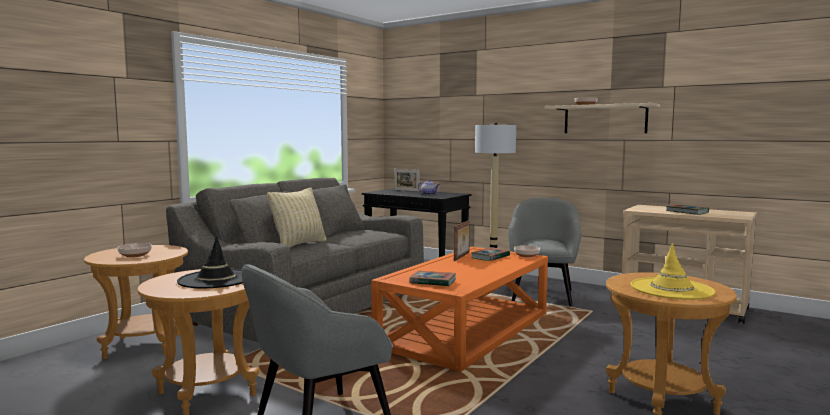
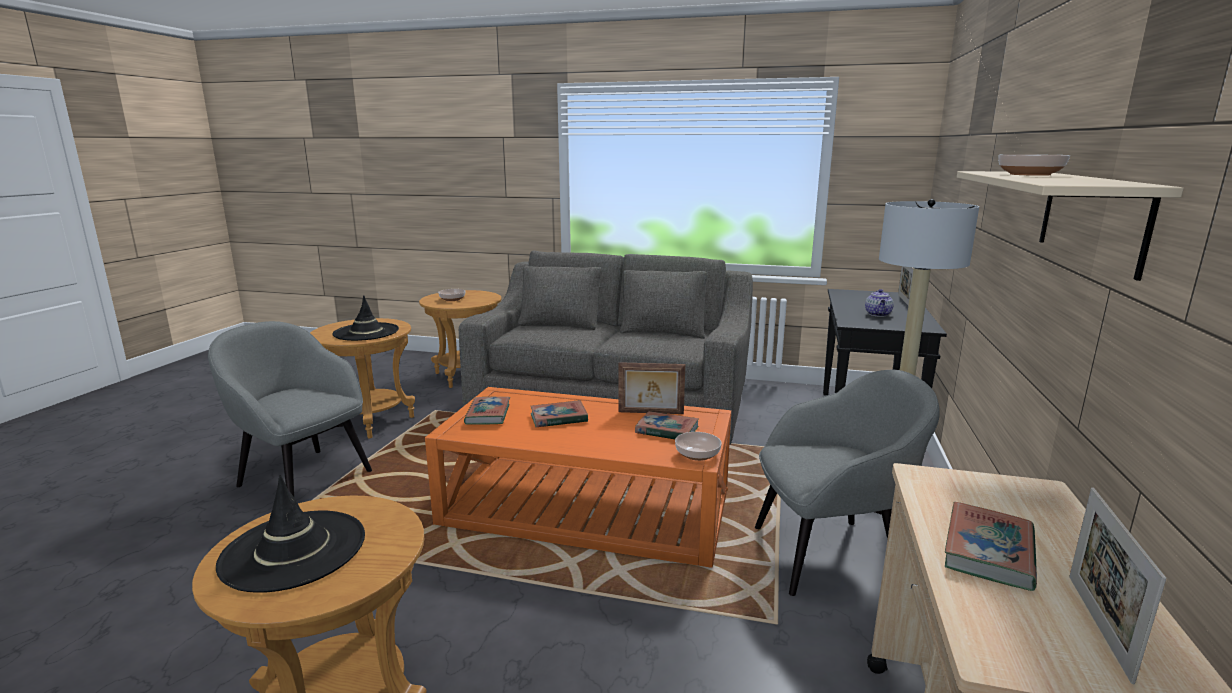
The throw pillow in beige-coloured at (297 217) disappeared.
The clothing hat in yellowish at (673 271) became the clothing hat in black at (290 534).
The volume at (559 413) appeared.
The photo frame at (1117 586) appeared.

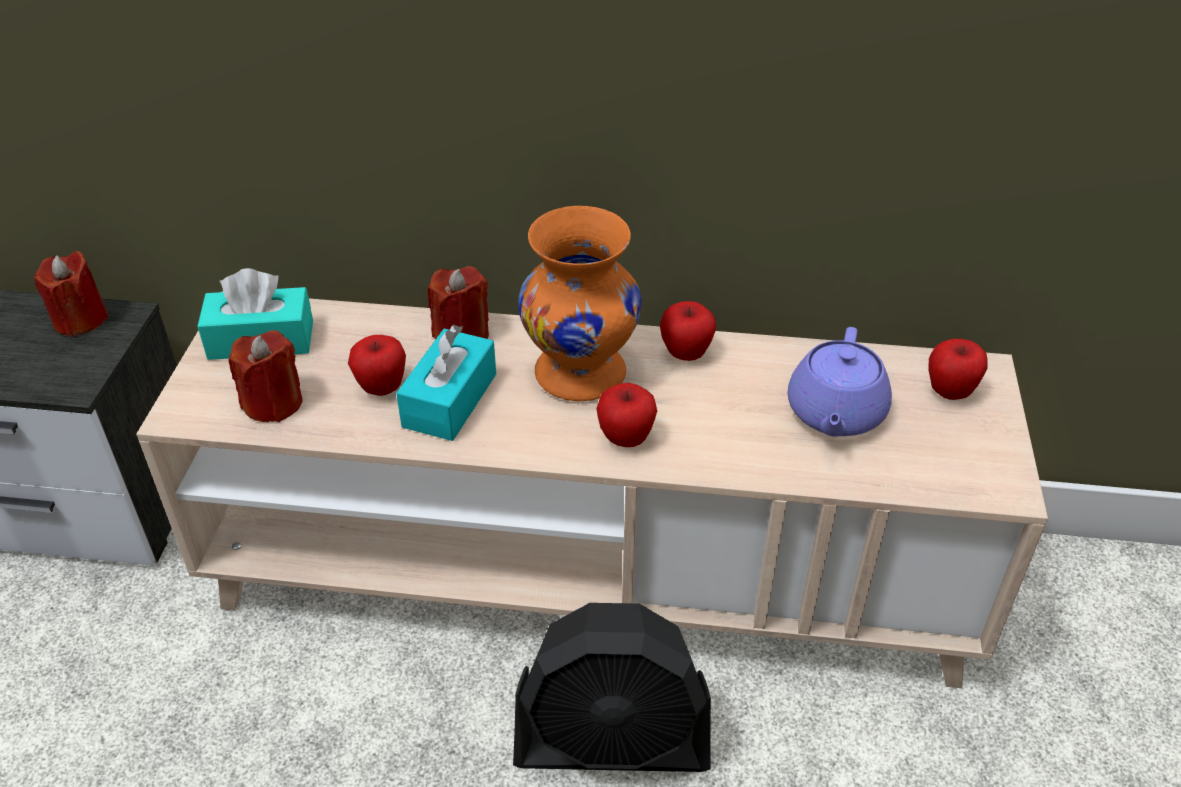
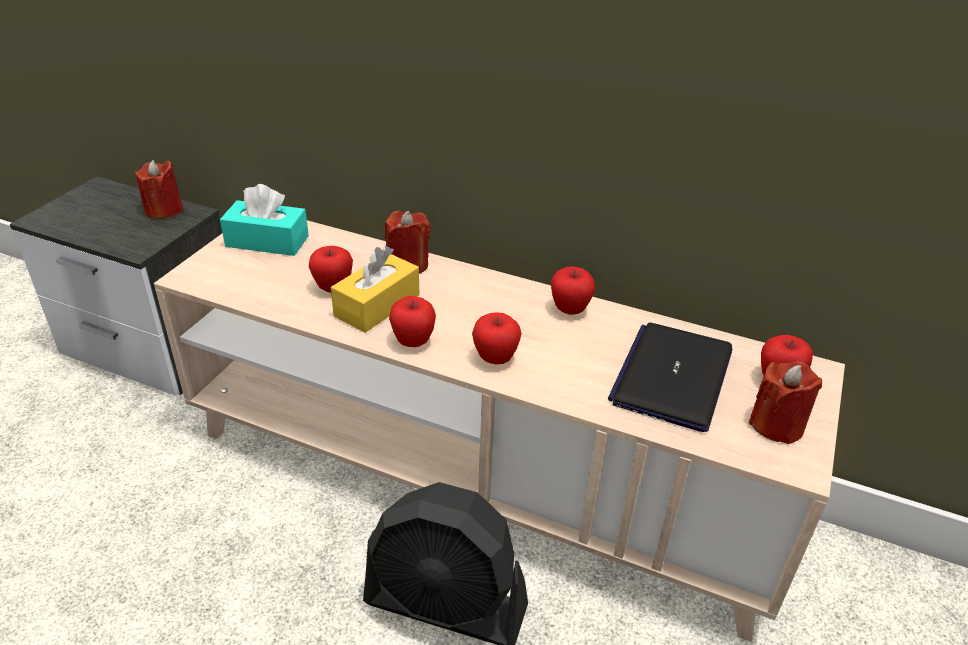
The vase in orangey at (580 303) disappeared.
The tissue holder in turquoise-coloured at (446 383) became the tissue holder in yellowish at (375 289).
The pot for tea in purple at (840 382) was replaced by the portable computer at (670 377).
The wax light in red moved from (265 376) to (785 403).
The whole apple at (412 321) appeared.

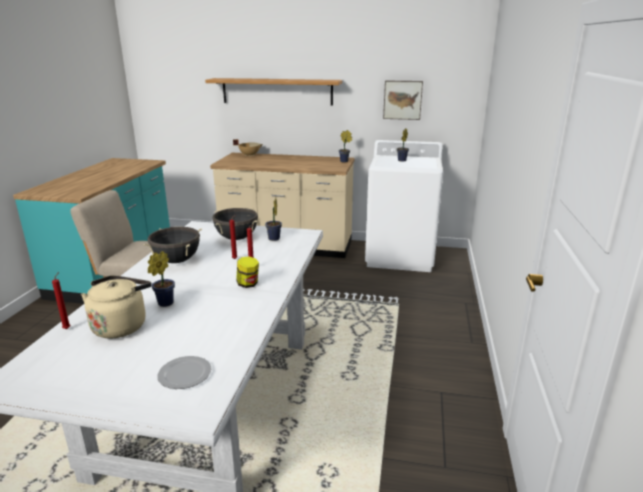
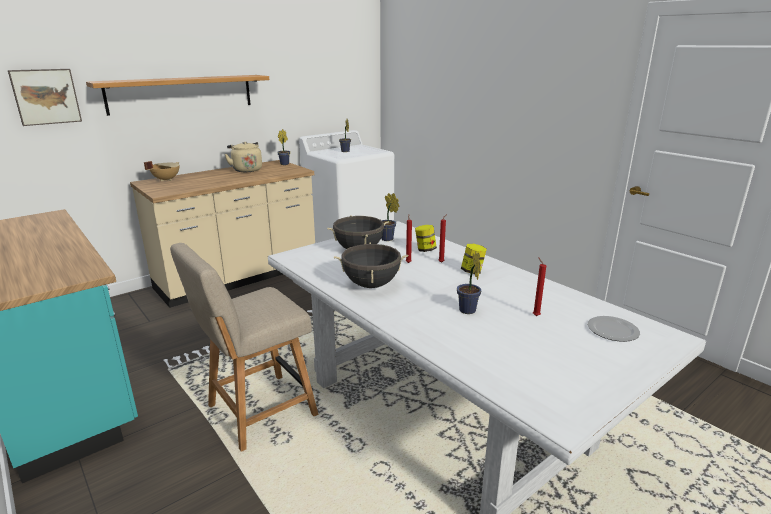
The wall art moved from (403 100) to (45 97).
The wax light in red moved from (61 300) to (539 286).
The water kettle in beige-coloured moved from (116 306) to (243 156).
The jar at (426 238) appeared.

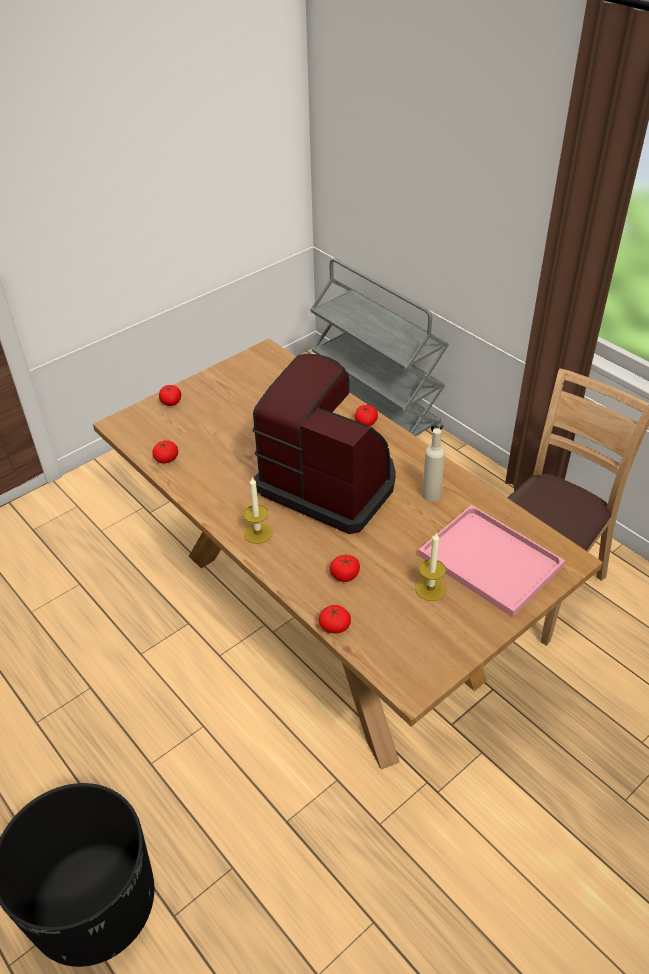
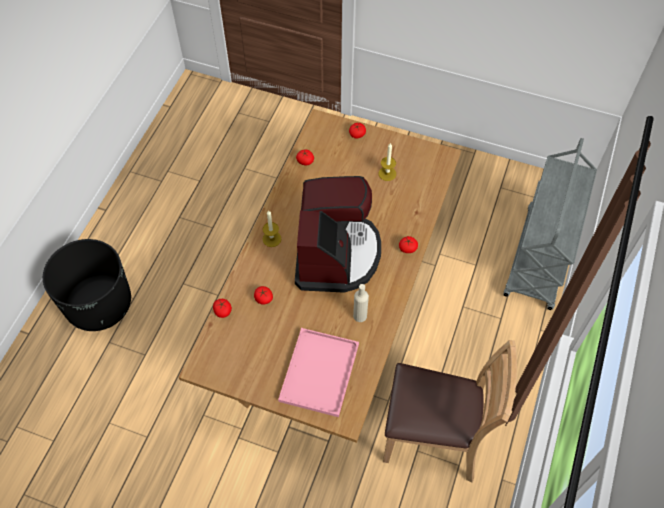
The wax light moved from (430 566) to (387 162).

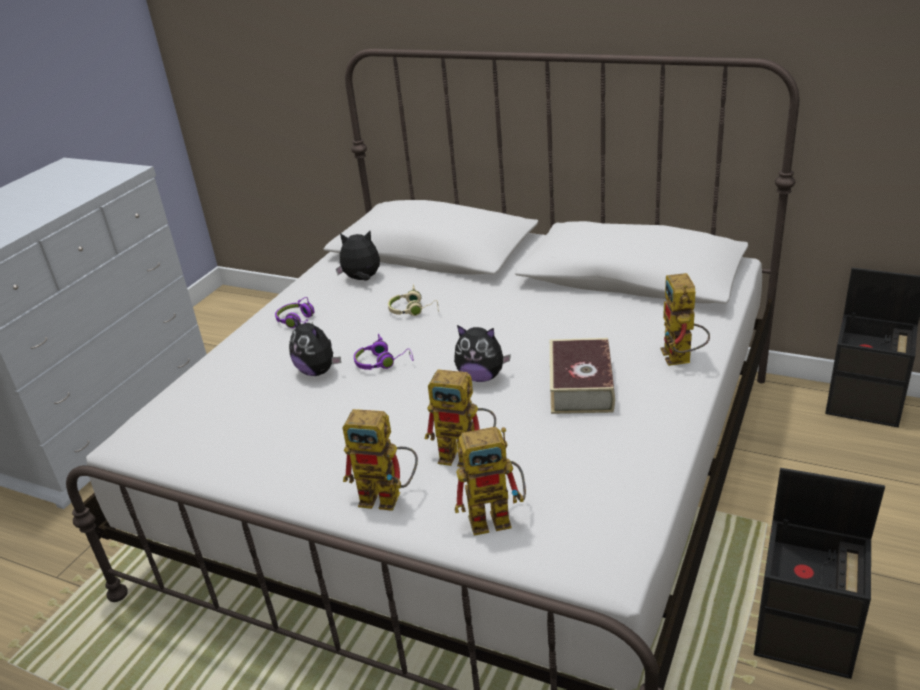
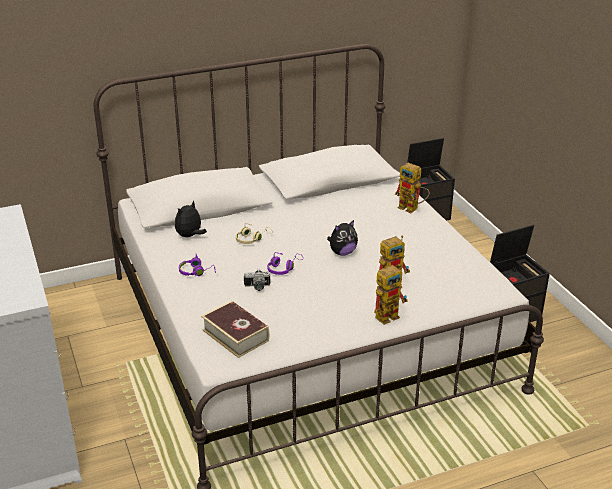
The cuddly toy at (315 346) was replaced by the still camera at (257 280).
The volume moved from (582 376) to (235 329).
The toy robot at (490 481) disappeared.

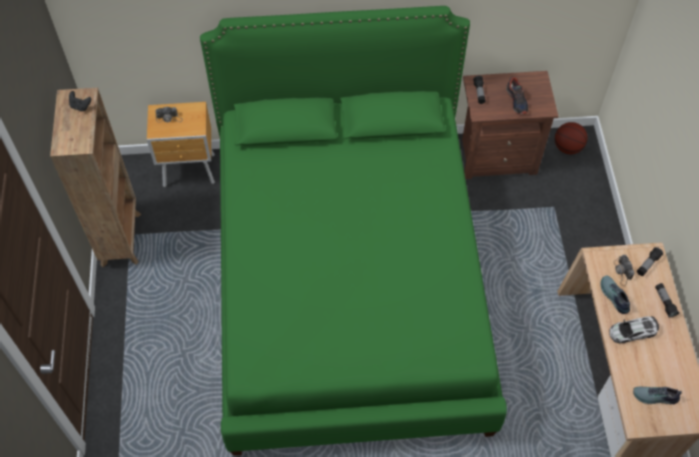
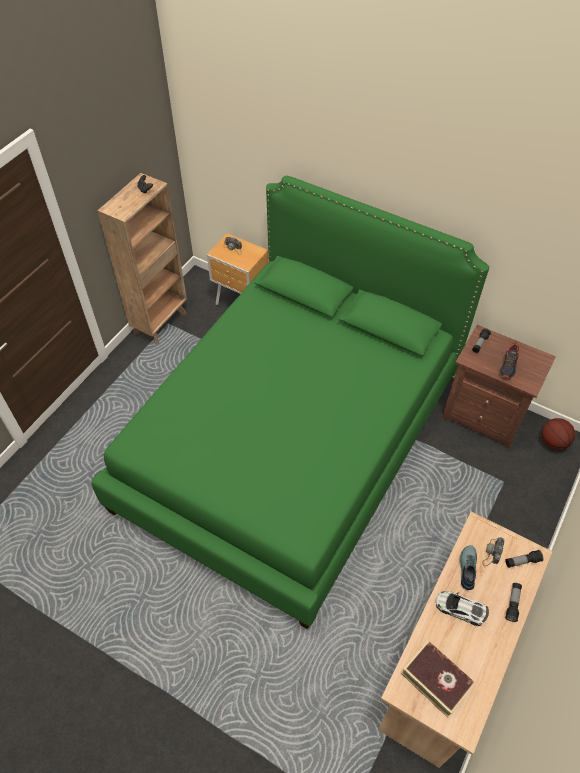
The item of footwear at (657 395) was replaced by the volume at (438 679).

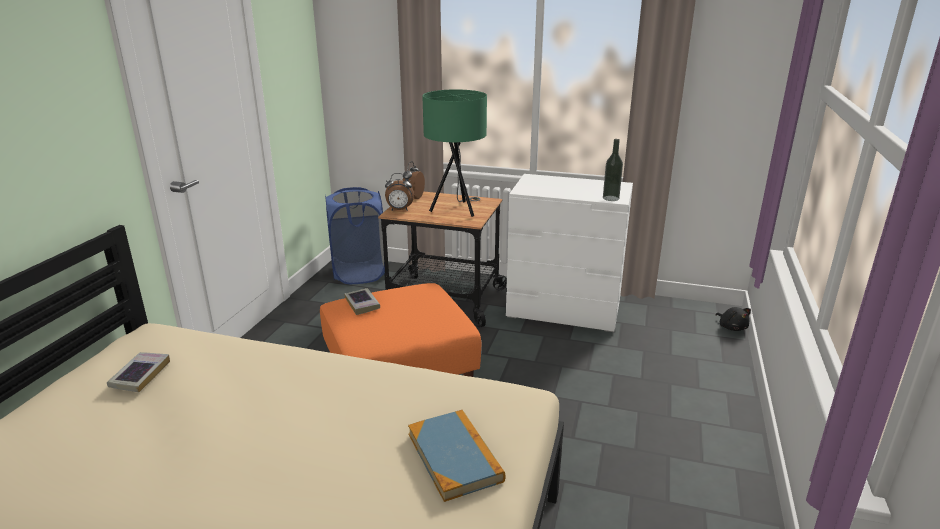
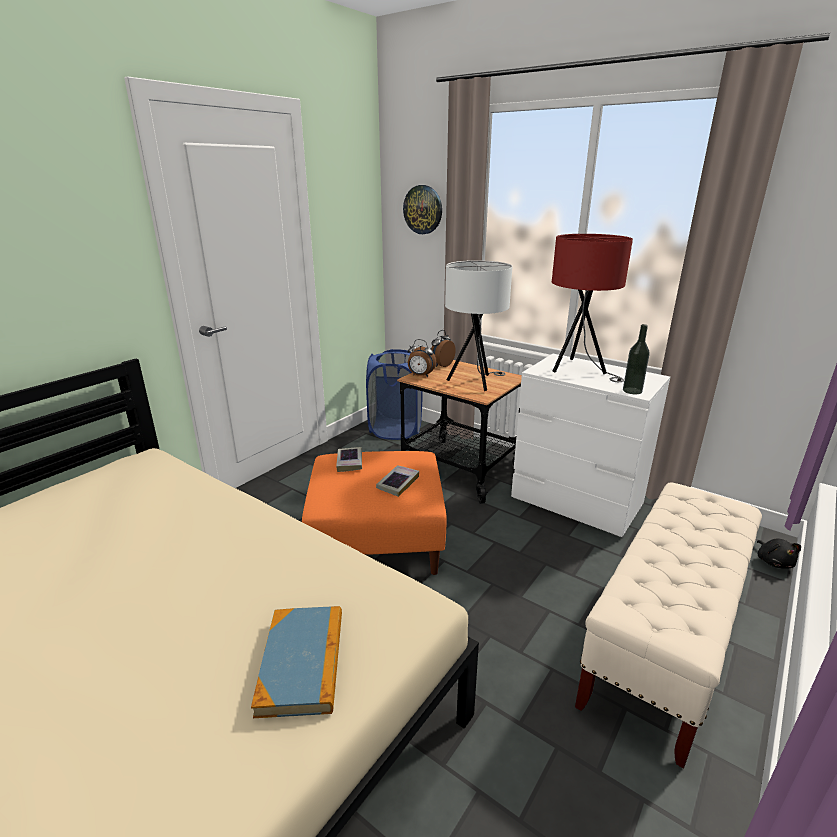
The tabletop lamp in green-coloured at (454 153) became the tabletop lamp in whitish at (478 325).
The volume moved from (138 372) to (397 481).
The wall clock at (422 209) appeared.
The tabletop lamp in red at (592 308) appeared.
The bench in beige-coloured at (668 625) appeared.

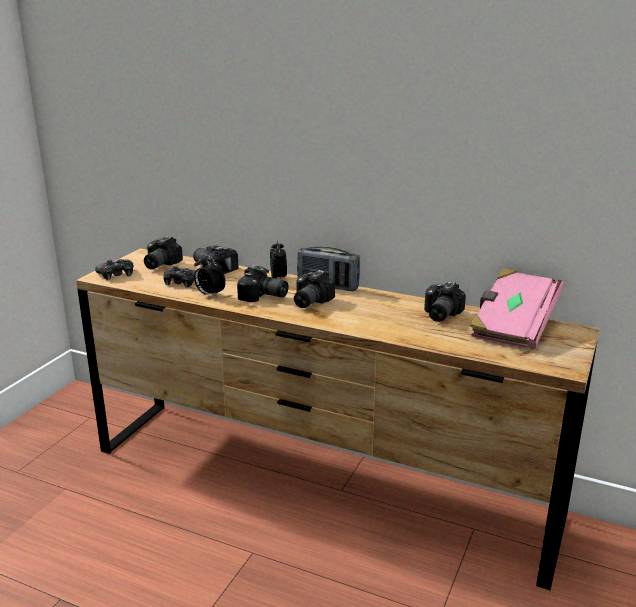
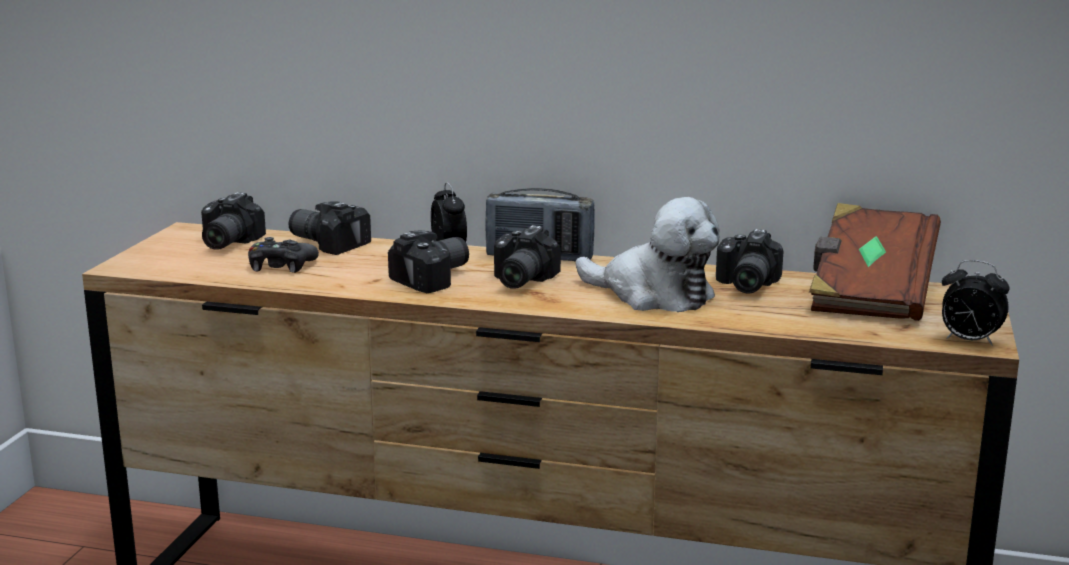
The bedside clock moved from (210 275) to (976 303).
The game controller in black at (114 269) disappeared.
The still camera at (263 283) turned 60 degrees counterclockwise.
The volume in pink at (517 308) became the volume in brown-coloured at (875 262).
The cuddly toy at (648 254) appeared.

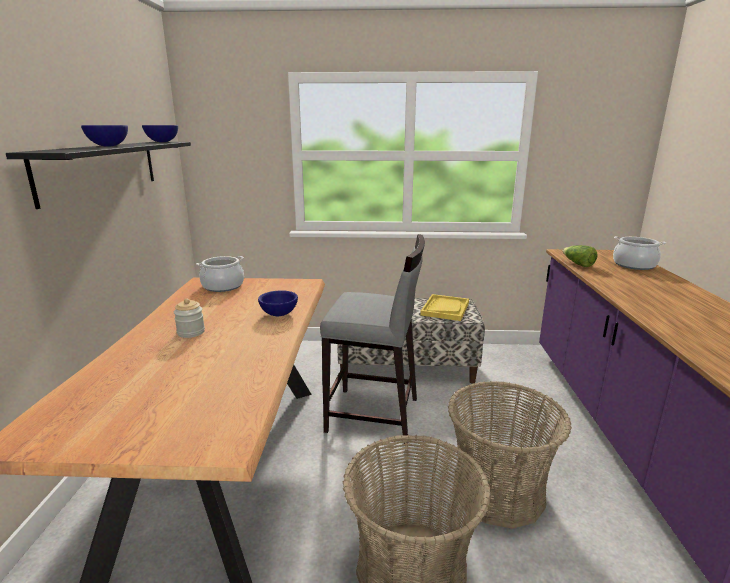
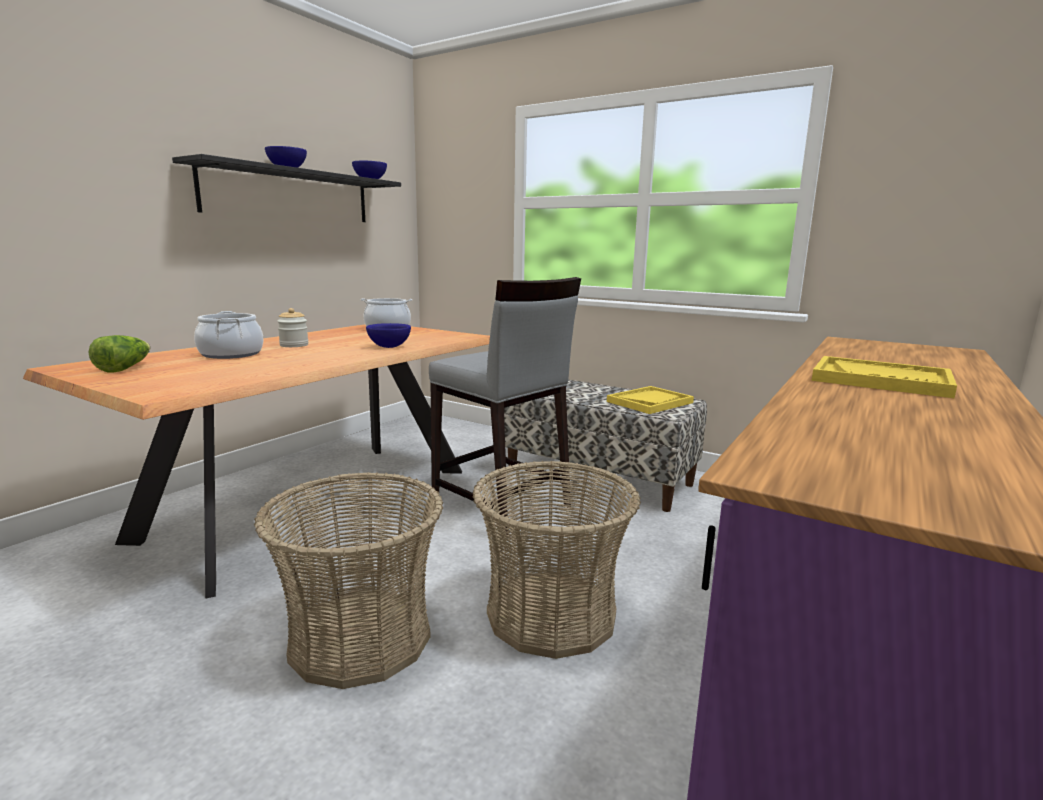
The cooking pot moved from (639 253) to (228 335).
The head of lettuce moved from (580 256) to (119 354).
The carrying tray in yellowish at (884 377) appeared.

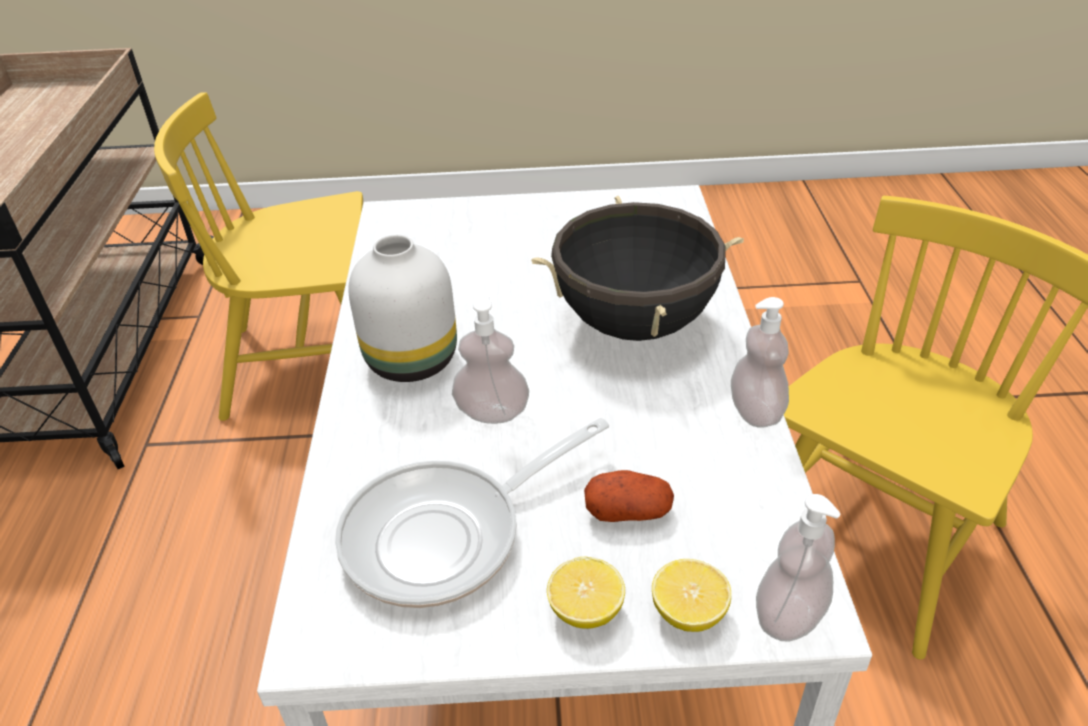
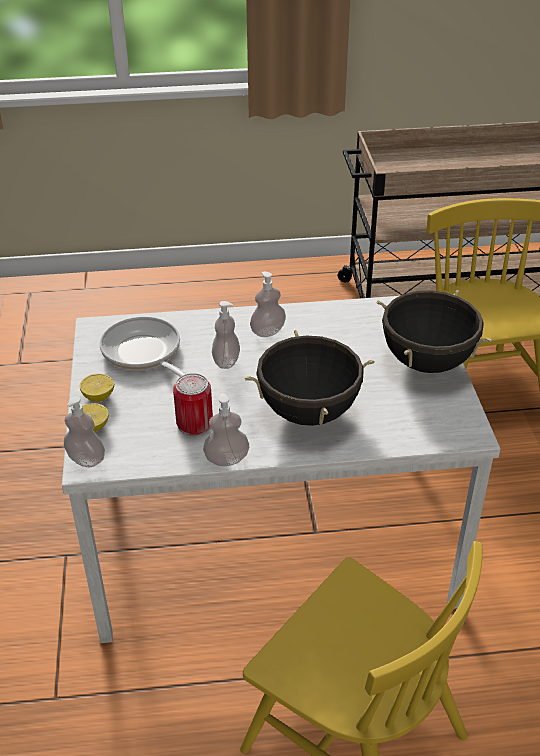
The vase in whitish at (402 308) was replaced by the liquid soap bottle at (268 304).
The potato at (629 496) disappeared.
The cooking pot in black at (434 331) appeared.
The can at (193 404) appeared.

